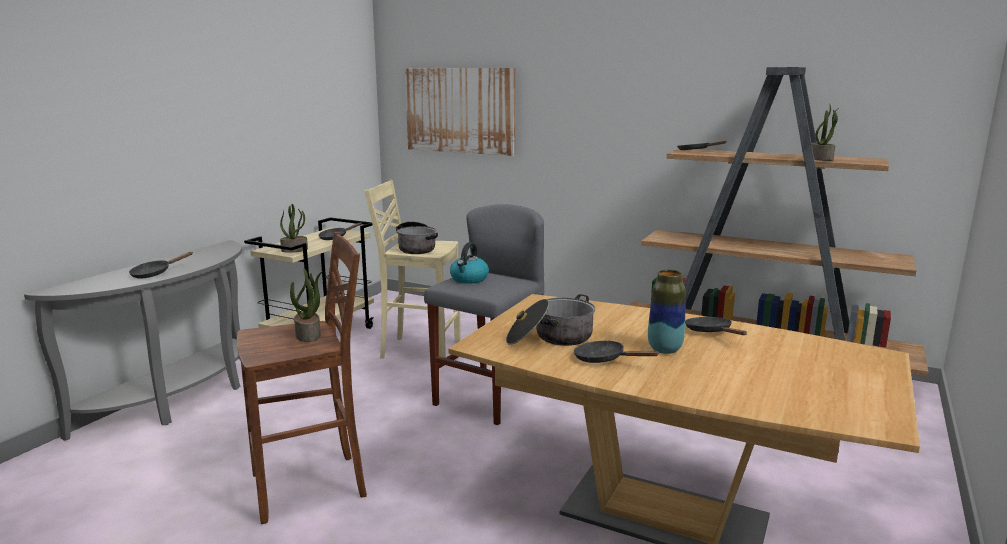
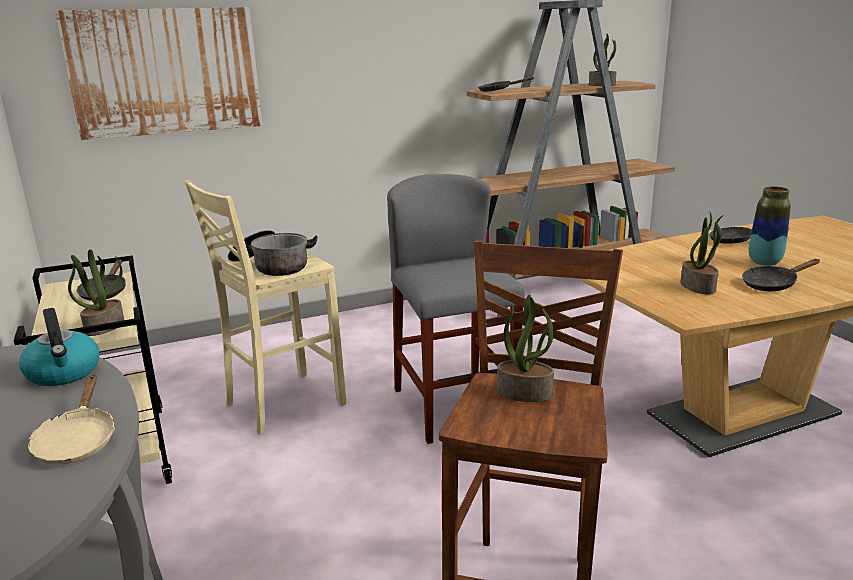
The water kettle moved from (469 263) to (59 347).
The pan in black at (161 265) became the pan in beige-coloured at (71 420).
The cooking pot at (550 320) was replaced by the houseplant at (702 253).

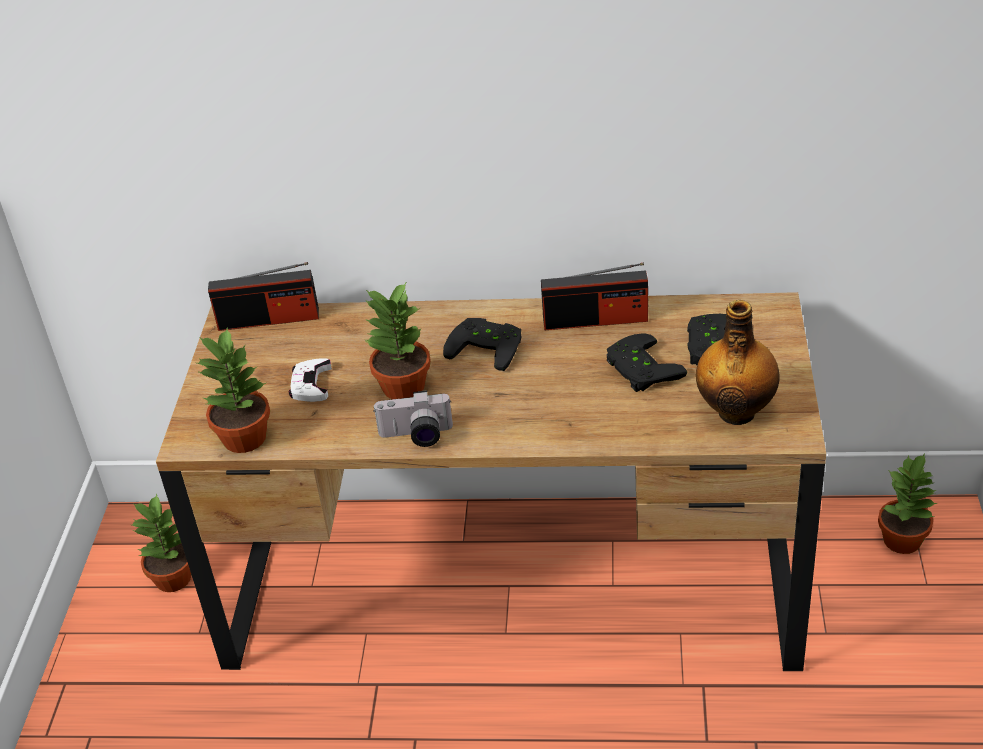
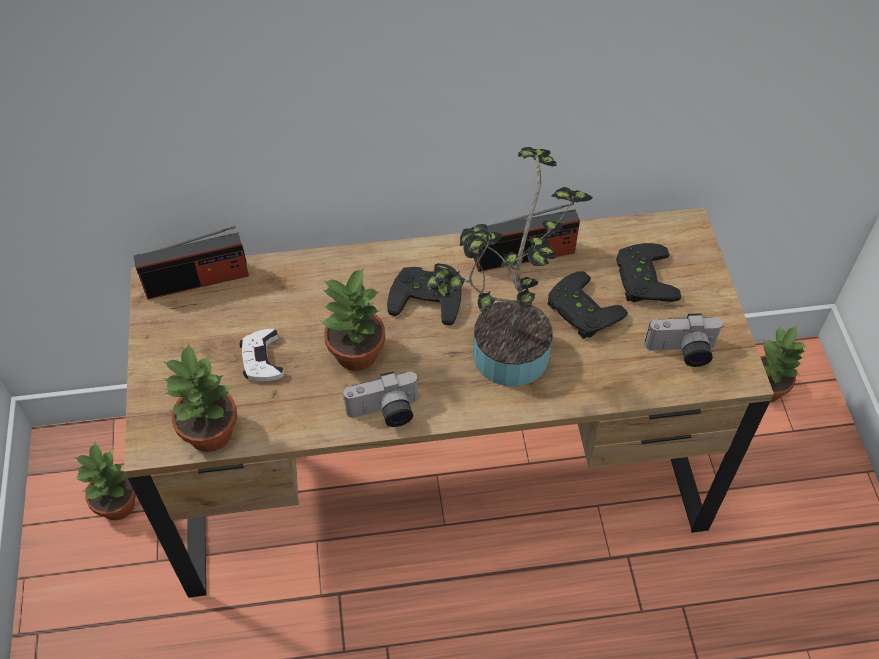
The bottle at (737 362) was replaced by the still camera at (684 340).
The houseplant at (509 266) appeared.

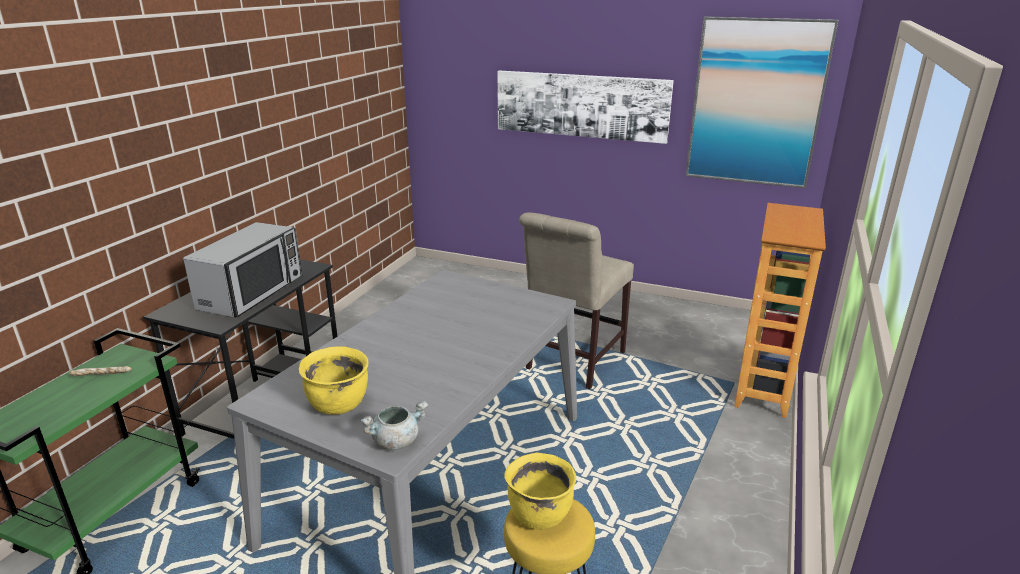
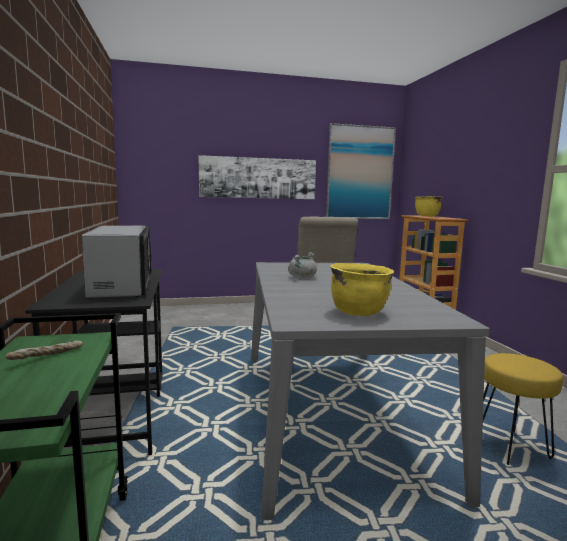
The cooking pot in gray moved from (394 425) to (302 265).
The cooking pot in yellowish moved from (540 491) to (429 206).

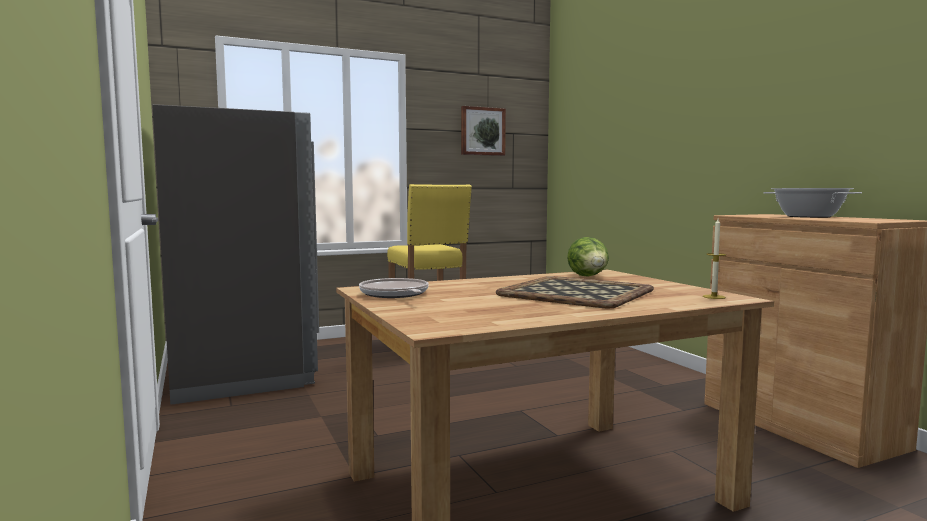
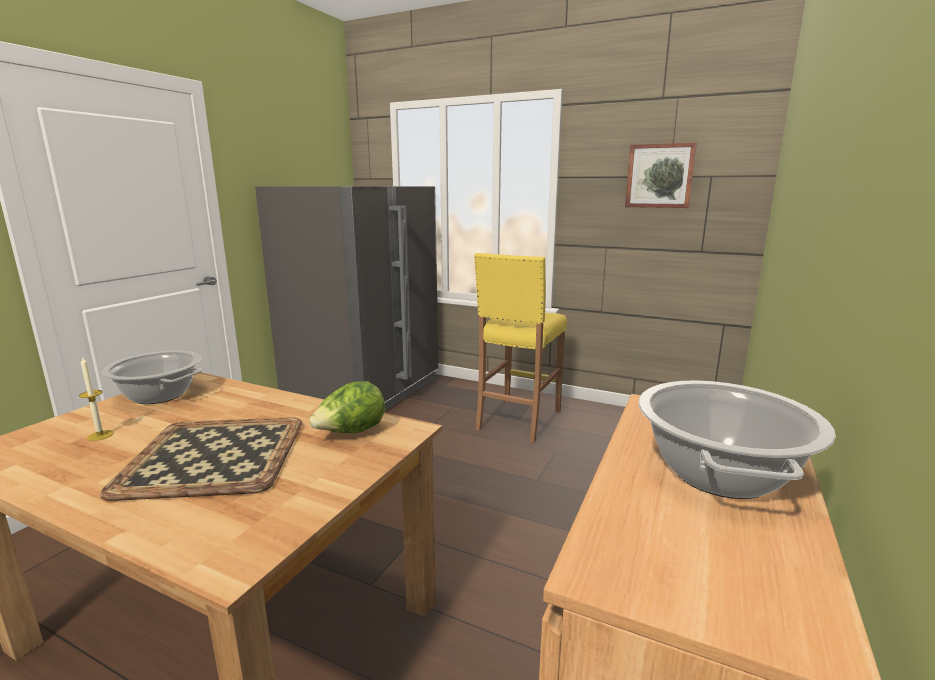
The wax light moved from (714 259) to (96 398).
The pan at (394 288) was replaced by the cooking pot at (152 377).

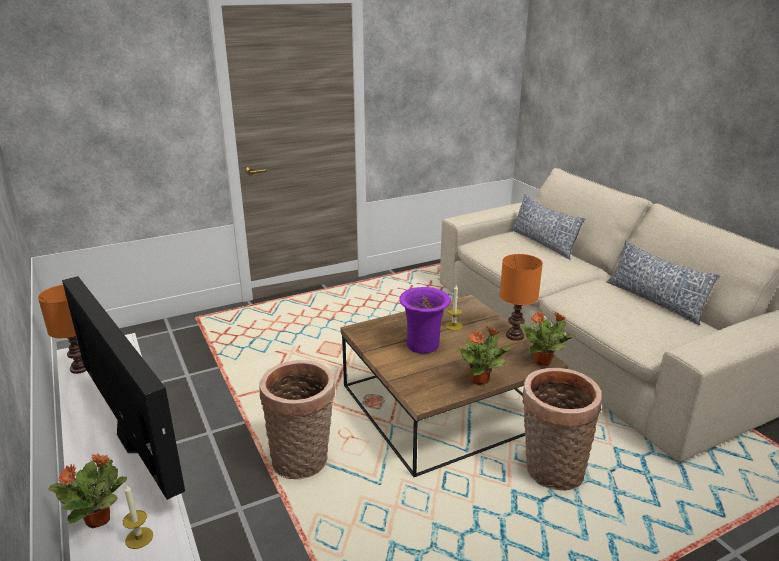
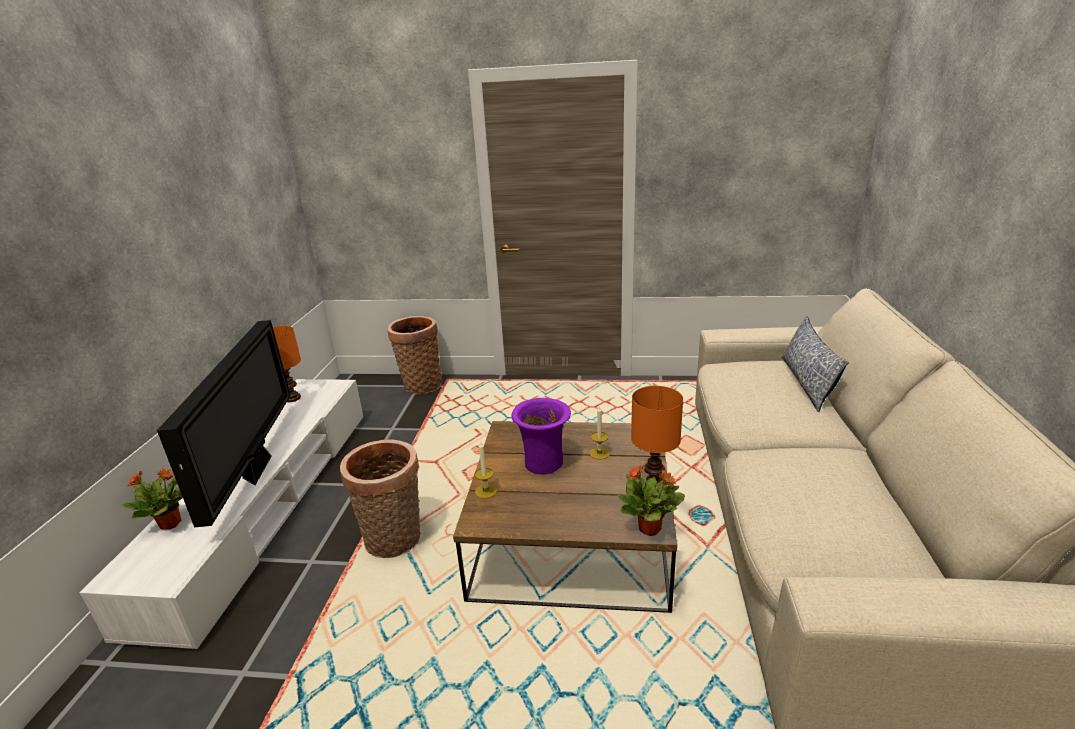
The throw pillow at (663 282) disappeared.
The houseplant at (483 356) disappeared.
The basket moved from (562 429) to (414 355).
The wax light moved from (138 516) to (486 470).

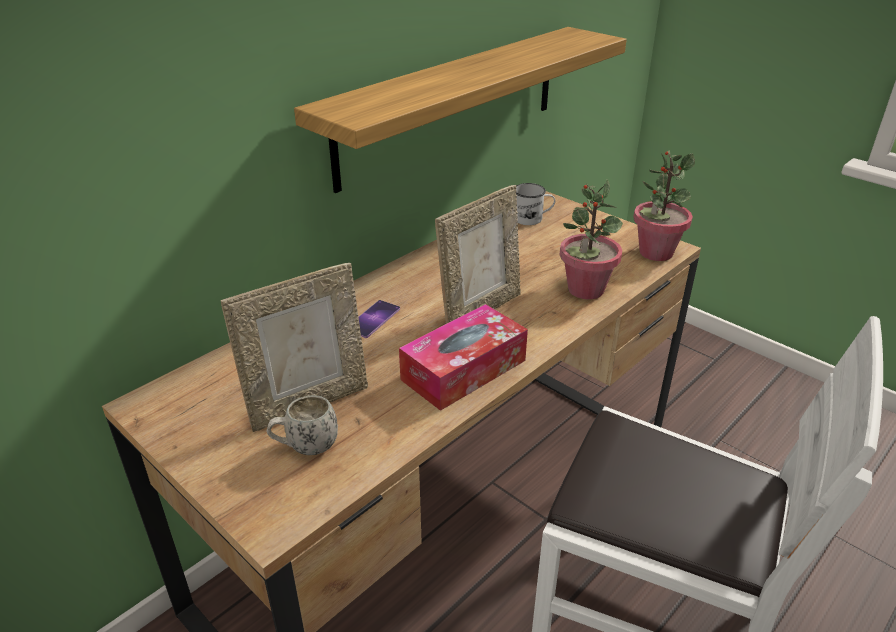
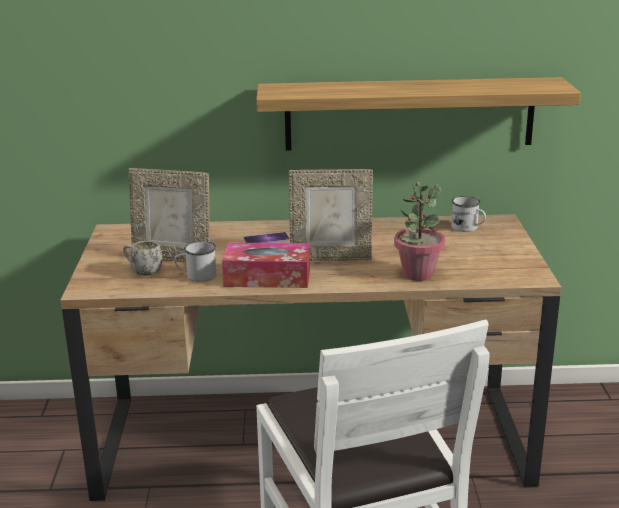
The houseplant at (664 205) disappeared.
The mug in whitish at (195 261) appeared.

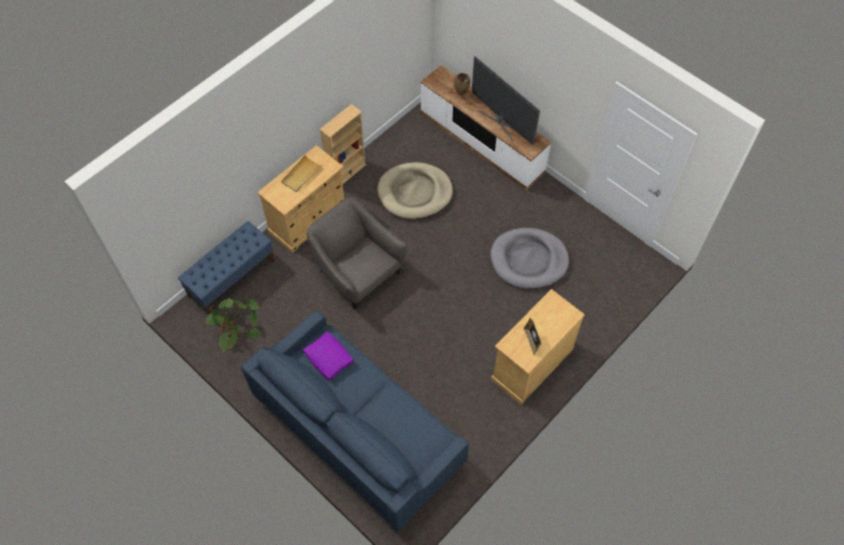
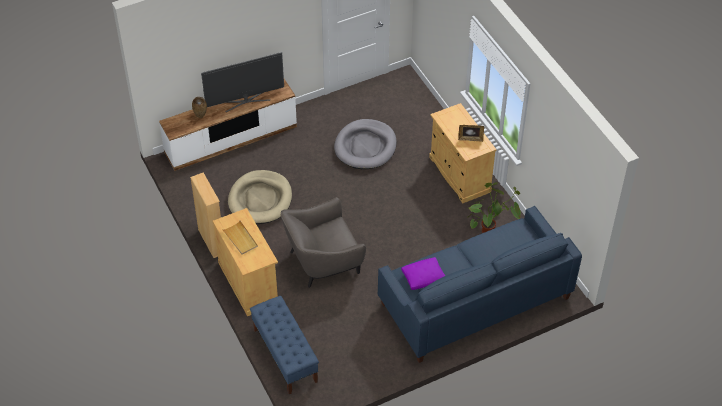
The houseplant moved from (233 324) to (494 207).

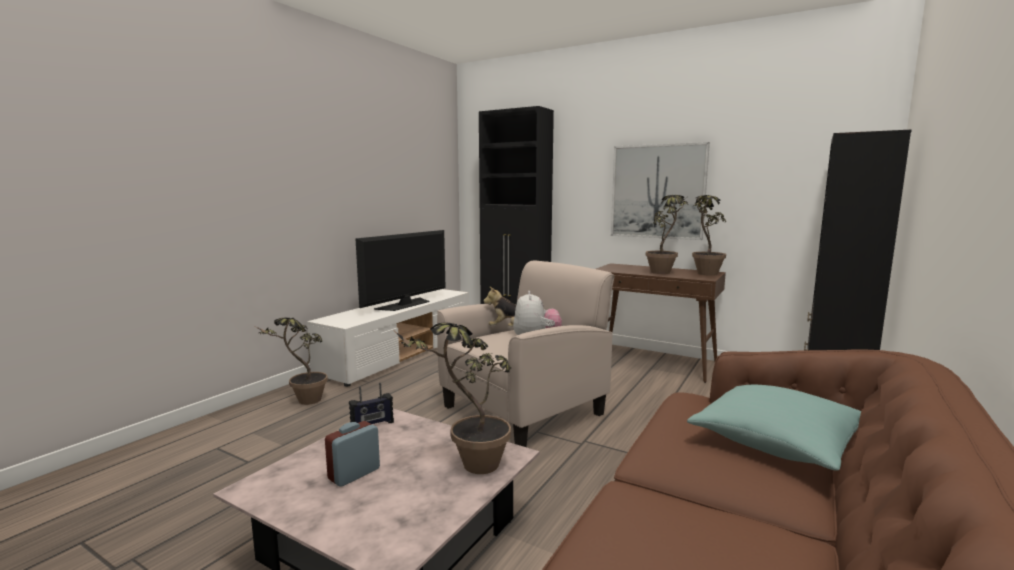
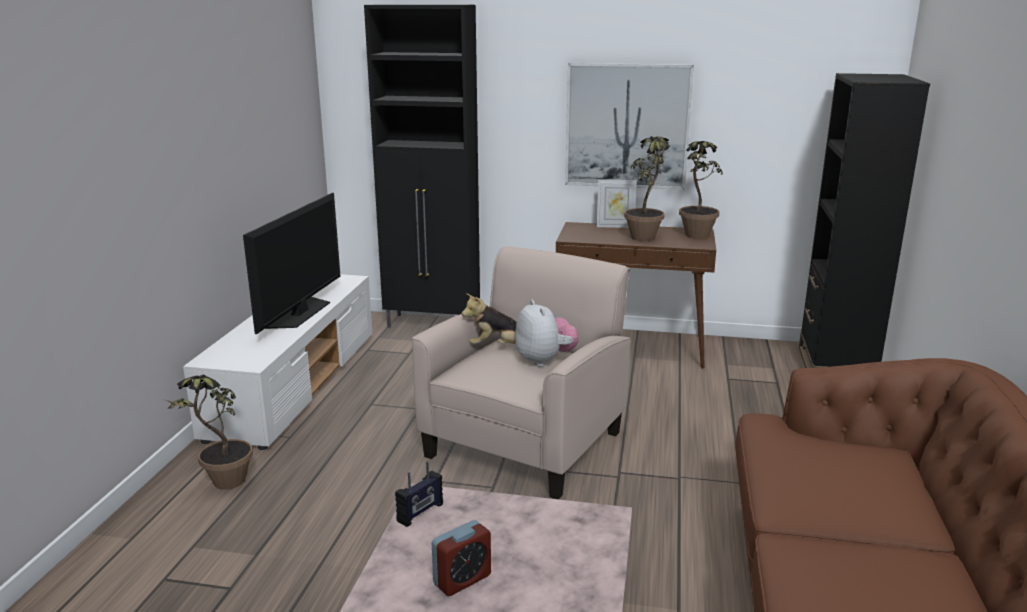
The houseplant at (451 398) disappeared.
The throw pillow in turquoise-coloured at (774 428) disappeared.
The bedside clock at (352 453) turned 150 degrees counterclockwise.
The photo frame at (617 203) appeared.

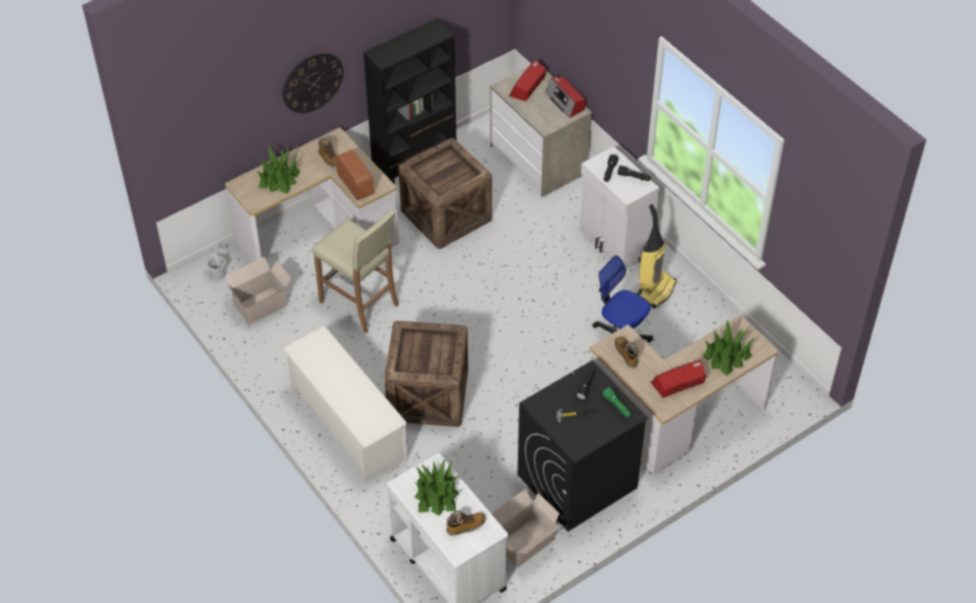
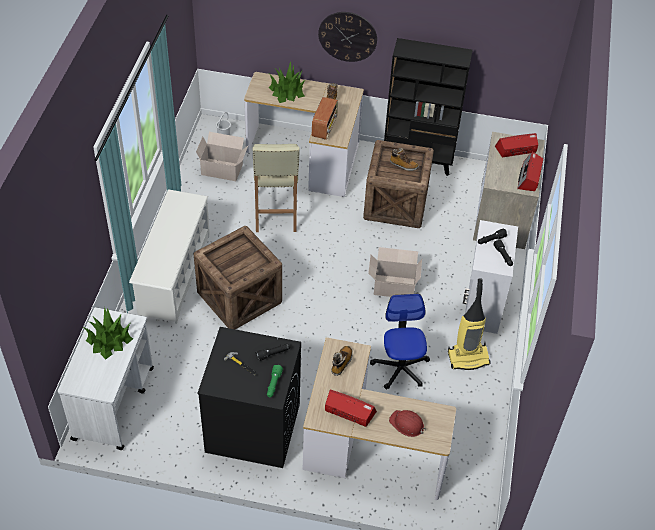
The houseplant at (727 348) was replaced by the safety helmet in red at (407 423).
The packing box moved from (527 528) to (395 272).
The boot moved from (466 523) to (404 159).

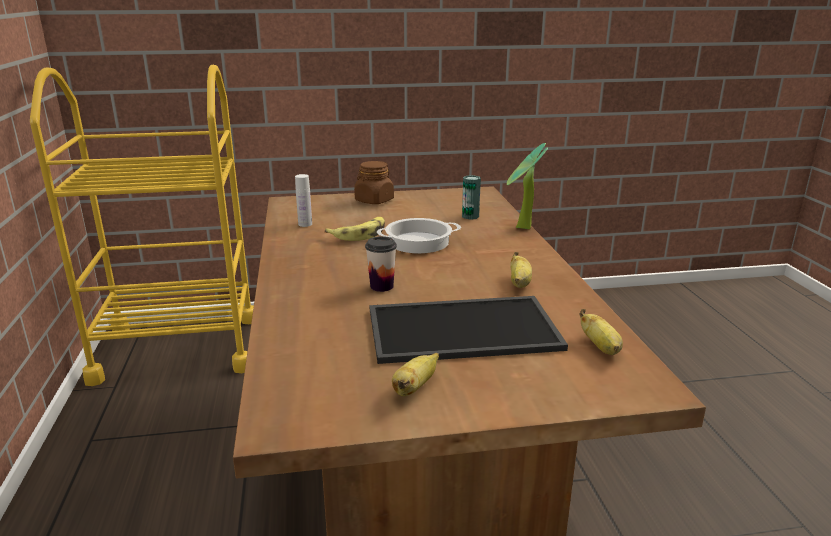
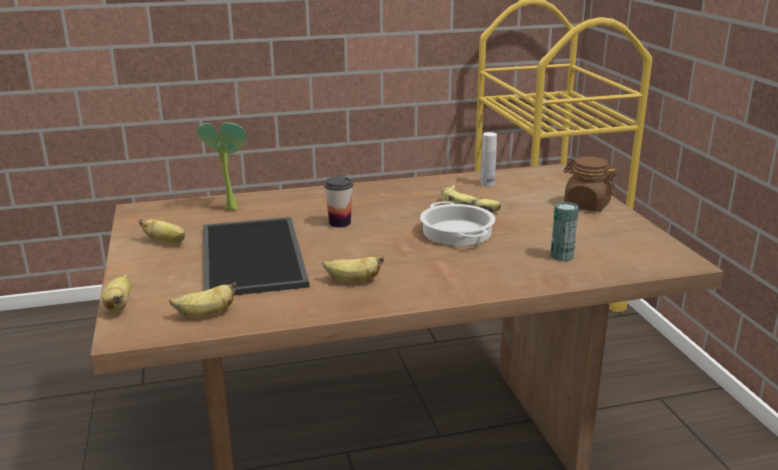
The houseplant moved from (527 186) to (222 166).
The whole banana at (116 292) appeared.

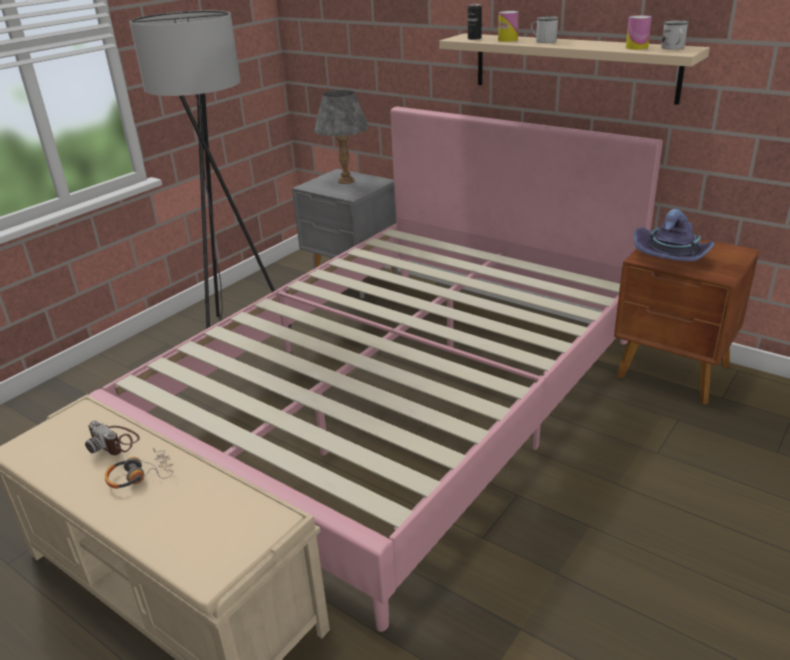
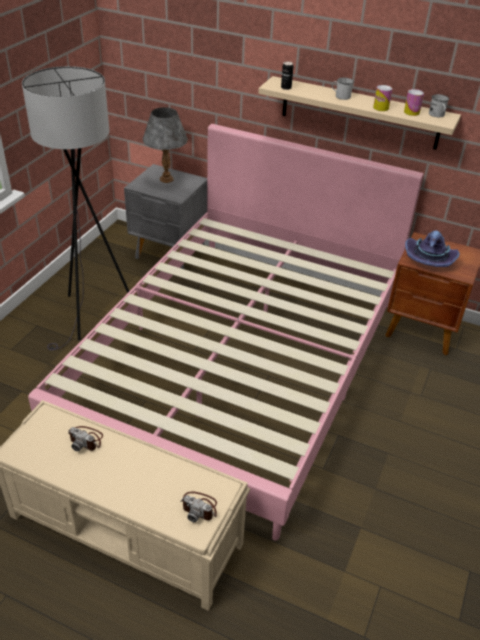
The can moved from (508 26) to (382 98).
The headset at (139 468) disappeared.
The still camera at (198 507) appeared.

